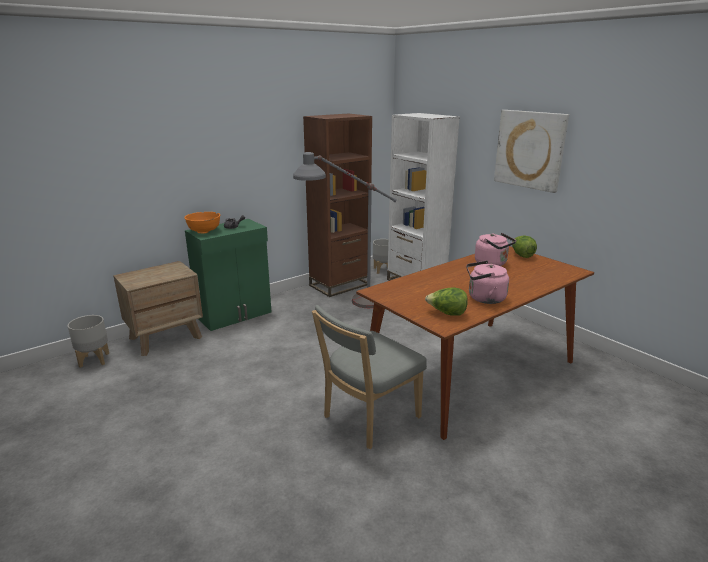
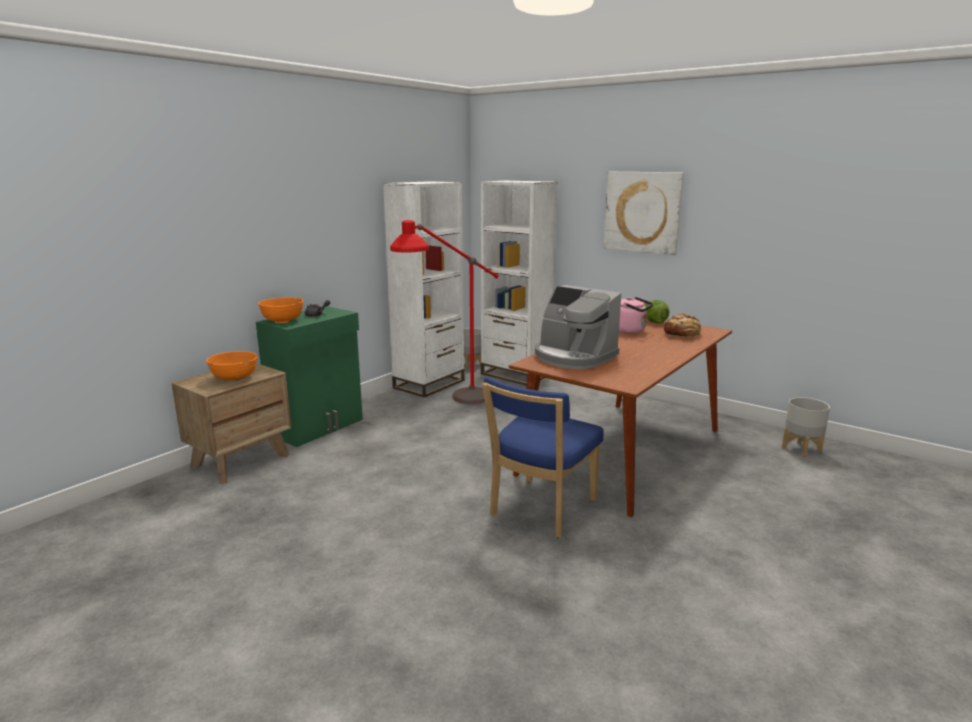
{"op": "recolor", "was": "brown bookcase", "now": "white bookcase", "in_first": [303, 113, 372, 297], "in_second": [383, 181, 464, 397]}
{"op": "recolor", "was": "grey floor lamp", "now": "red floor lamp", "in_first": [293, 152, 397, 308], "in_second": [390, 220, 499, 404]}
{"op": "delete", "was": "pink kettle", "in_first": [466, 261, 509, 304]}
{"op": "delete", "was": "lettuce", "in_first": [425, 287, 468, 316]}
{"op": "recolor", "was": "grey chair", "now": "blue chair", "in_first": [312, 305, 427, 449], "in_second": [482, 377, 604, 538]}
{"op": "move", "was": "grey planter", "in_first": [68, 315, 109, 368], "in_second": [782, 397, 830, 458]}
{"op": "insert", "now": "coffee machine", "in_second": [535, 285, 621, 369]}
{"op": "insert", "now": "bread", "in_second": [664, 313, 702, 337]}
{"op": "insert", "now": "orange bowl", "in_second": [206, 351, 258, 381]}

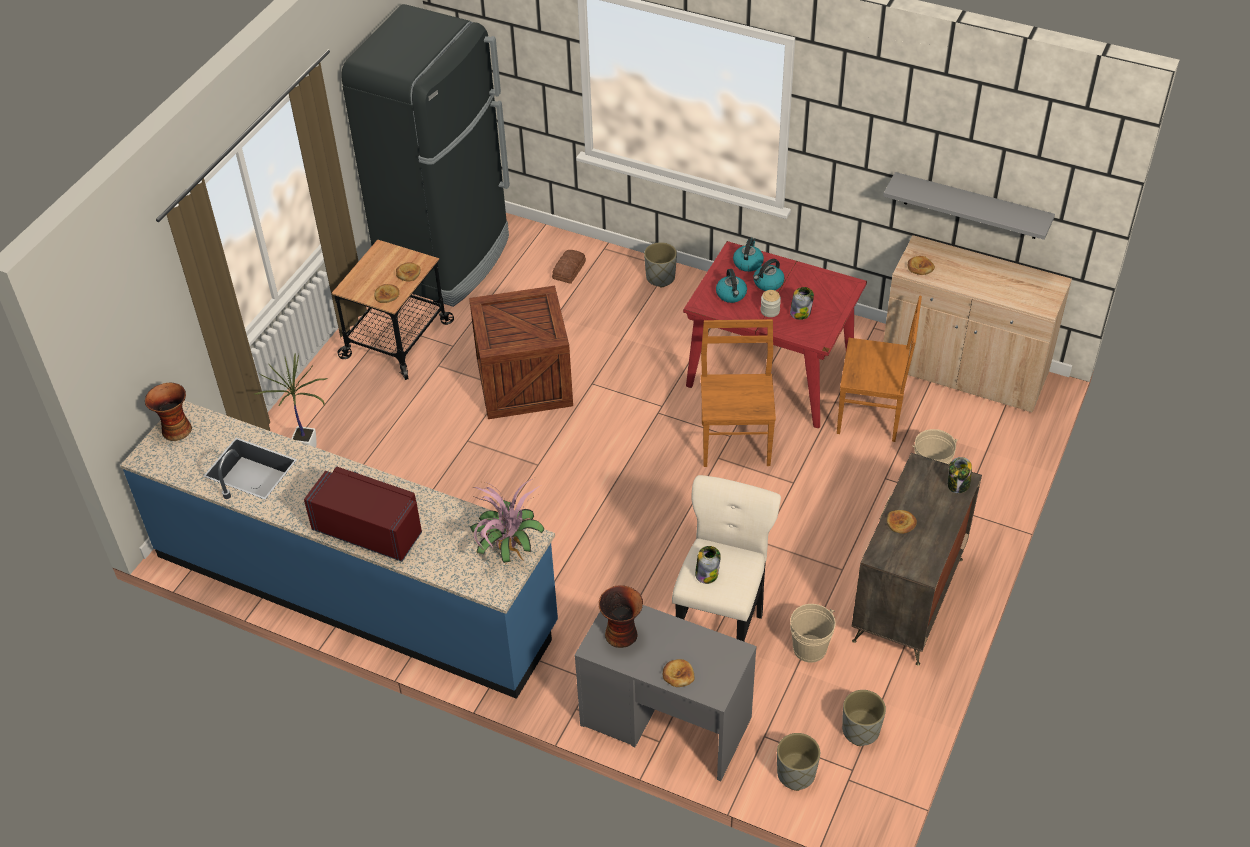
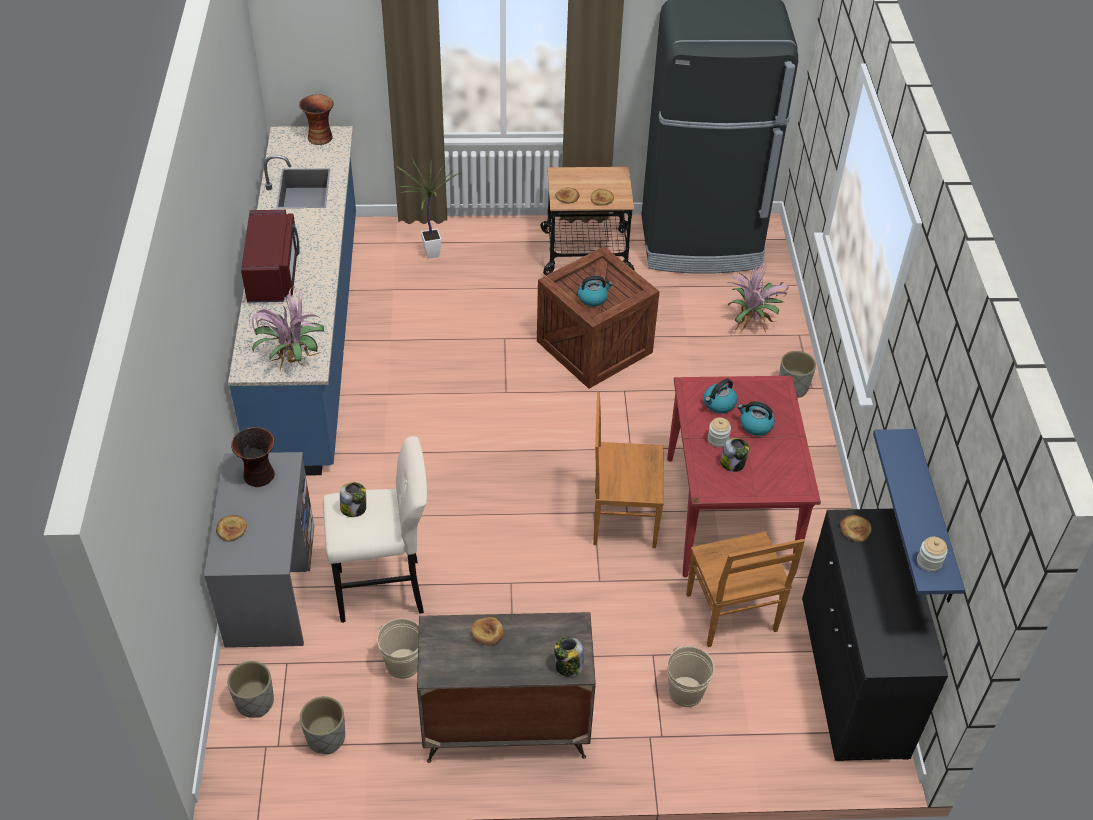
{"op": "recolor", "was": "grey shelf", "now": "blue shelf", "in_first": [883, 172, 1055, 240], "in_second": [873, 429, 965, 602]}
{"op": "recolor", "was": "beige cabinet", "now": "black cabinet", "in_first": [883, 235, 1072, 413], "in_second": [802, 509, 948, 762]}
{"op": "move", "was": "kettle", "in_first": [733, 238, 764, 272], "in_second": [578, 276, 613, 306]}
{"op": "replace", "was": "bread", "now": "potted plant", "in_first": [552, 250, 586, 284], "in_second": [727, 260, 789, 335]}
{"op": "rotate", "was": "brown chair", "in_first": [701, 319, 776, 467], "in_second": [593, 392, 664, 548], "clockwise": -150}
{"op": "insert", "now": "jar", "in_second": [917, 537, 948, 572]}

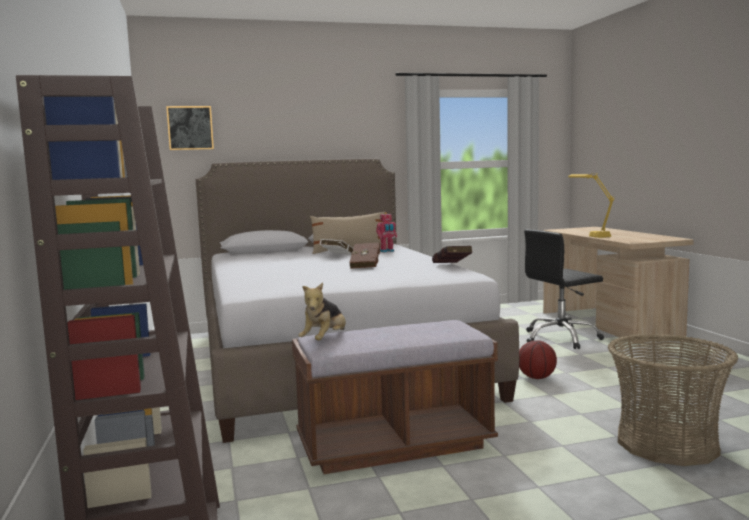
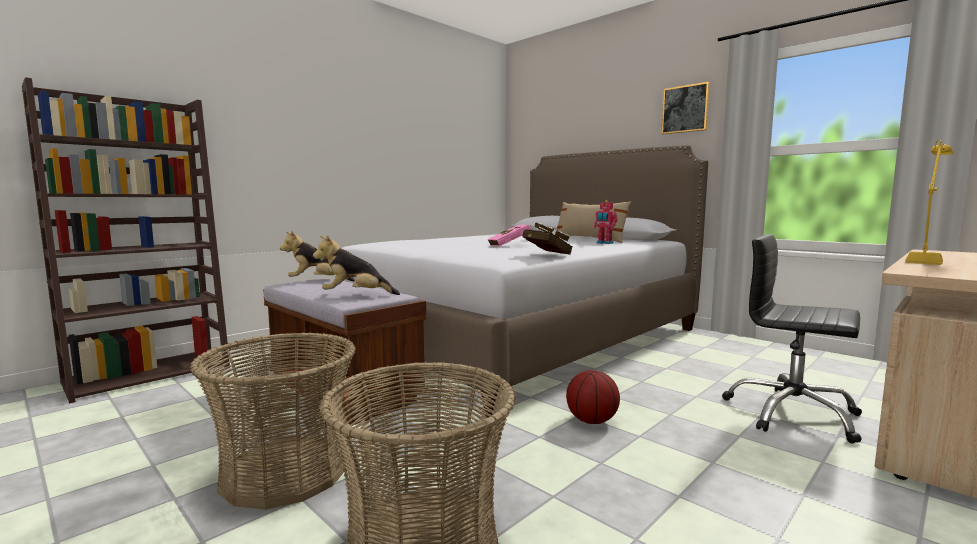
{"op": "move", "was": "picture", "in_first": [166, 106, 214, 150], "in_second": [661, 82, 710, 134]}
{"op": "recolor", "was": "brown book", "now": "pink book", "in_first": [349, 243, 380, 269], "in_second": [488, 225, 532, 246]}
{"op": "insert", "now": "plush toy", "in_second": [313, 235, 400, 295]}
{"op": "insert", "now": "basket", "in_second": [190, 332, 356, 509]}

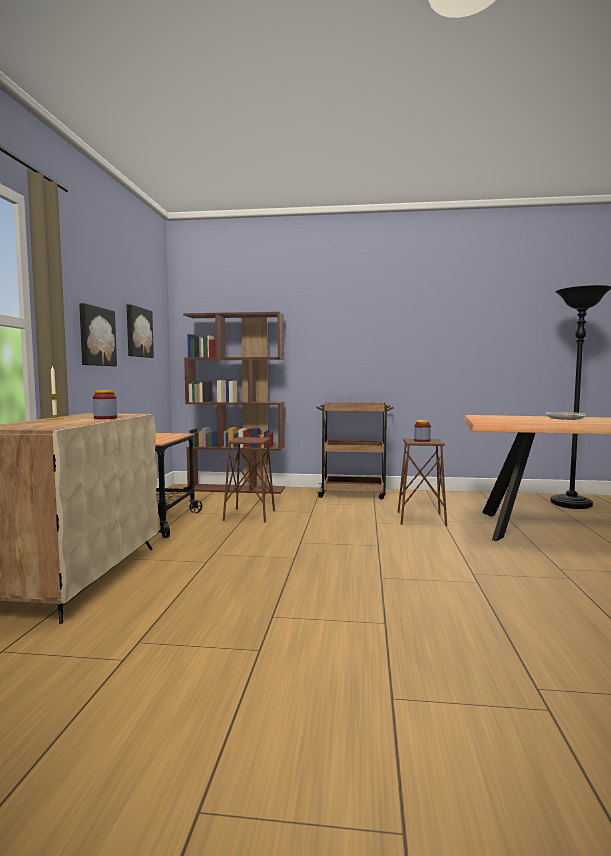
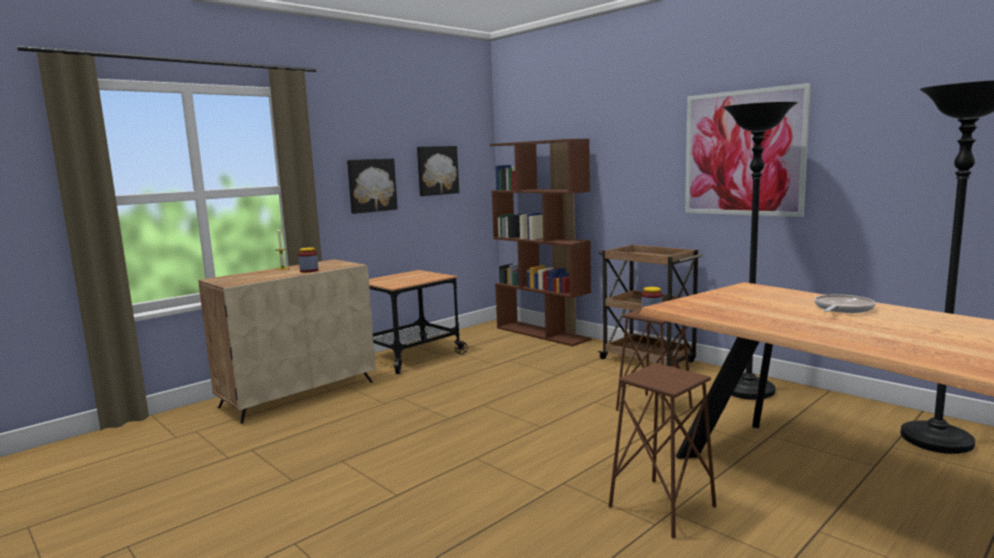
{"op": "move", "was": "brown stool", "in_first": [223, 437, 275, 523], "in_second": [608, 363, 716, 539]}
{"op": "insert", "now": "picture", "in_second": [685, 83, 811, 217]}
{"op": "insert", "now": "black floor lamp", "in_second": [723, 102, 798, 400]}

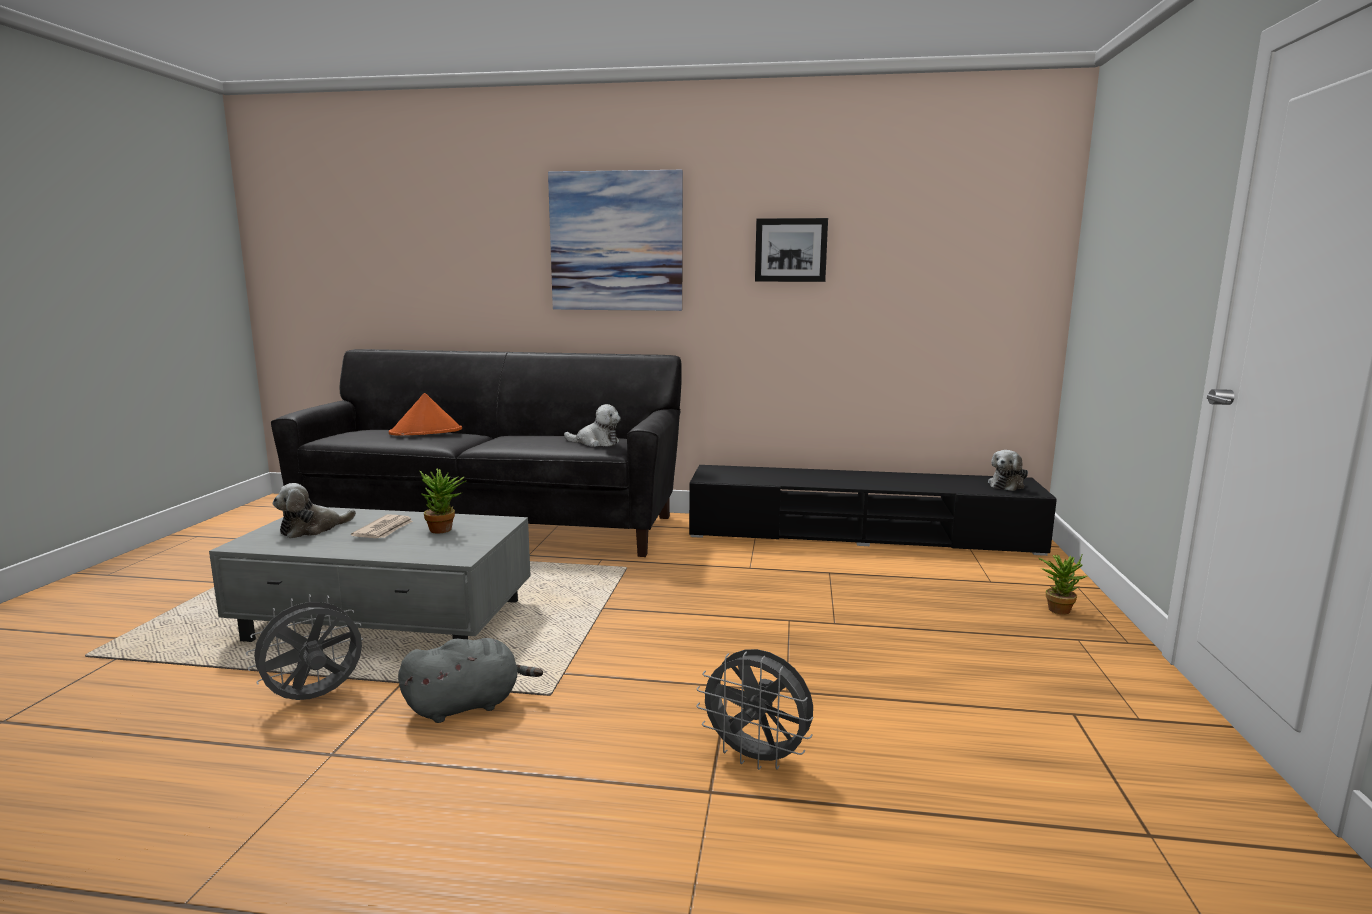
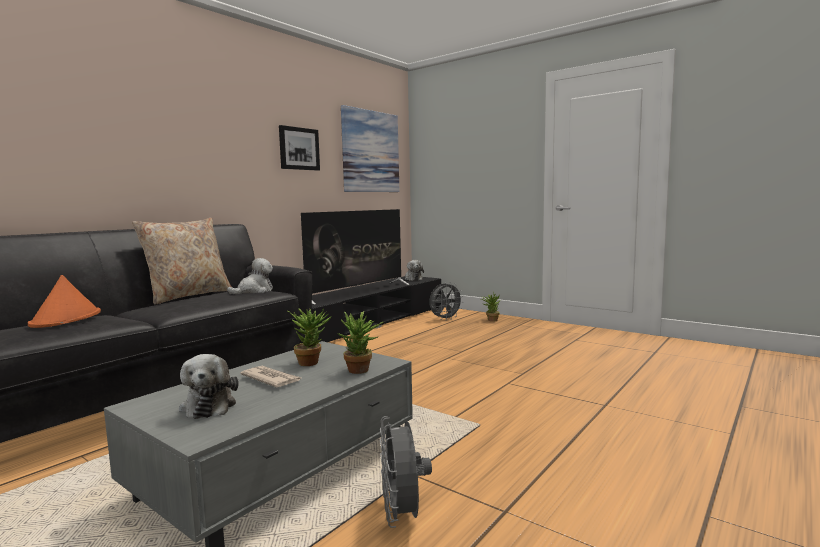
{"op": "move", "was": "picture", "in_first": [548, 170, 683, 311], "in_second": [341, 105, 399, 192]}
{"op": "delete", "was": "grey plush toy", "in_first": [398, 638, 543, 723]}
{"op": "move", "was": "grey fan", "in_first": [696, 649, 814, 770], "in_second": [429, 282, 464, 321]}
{"op": "insert", "now": "television", "in_second": [301, 209, 410, 305]}
{"op": "insert", "now": "beige pillow", "in_second": [132, 218, 231, 305]}
{"op": "insert", "now": "potted plant", "in_second": [337, 311, 384, 374]}

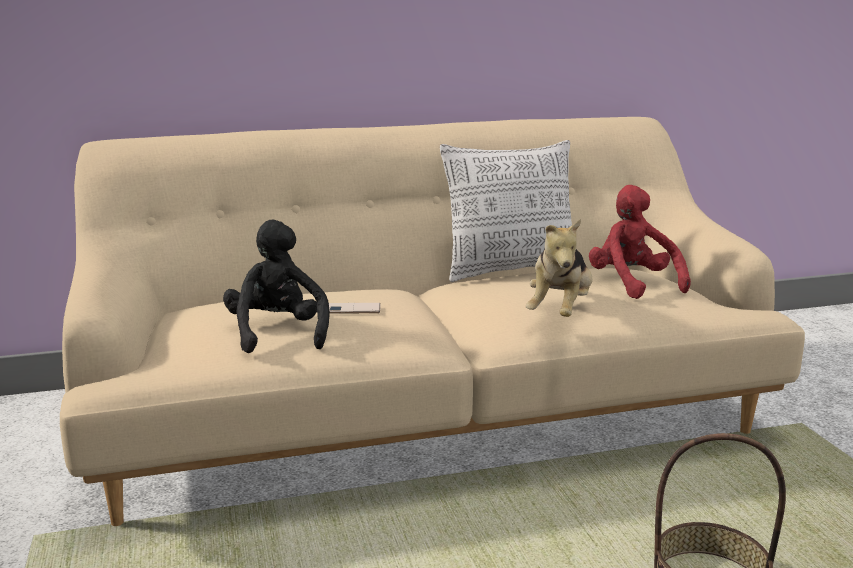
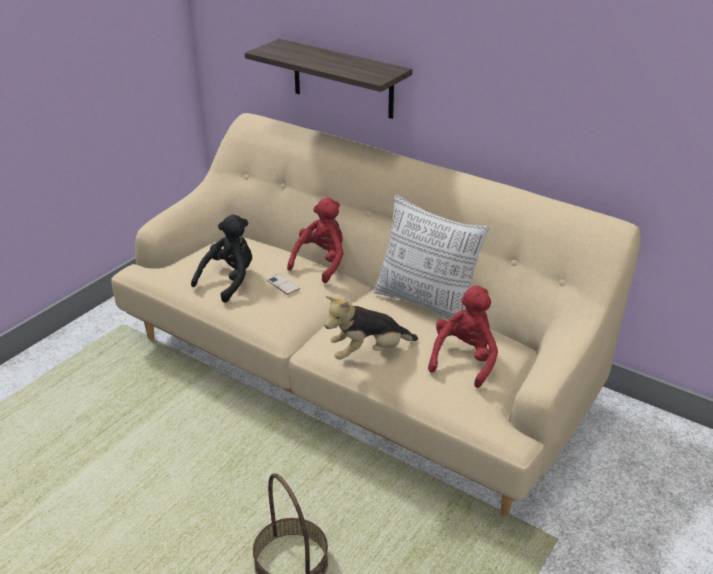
{"op": "insert", "now": "shelf", "in_second": [245, 39, 412, 119]}
{"op": "insert", "now": "red plush toy", "in_second": [287, 197, 344, 283]}

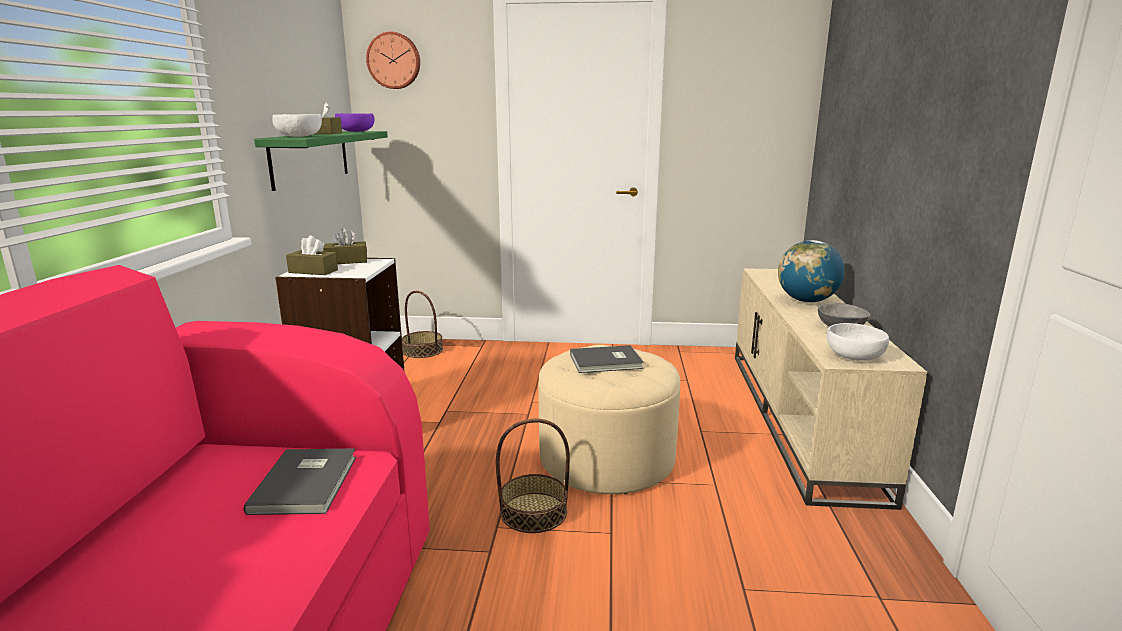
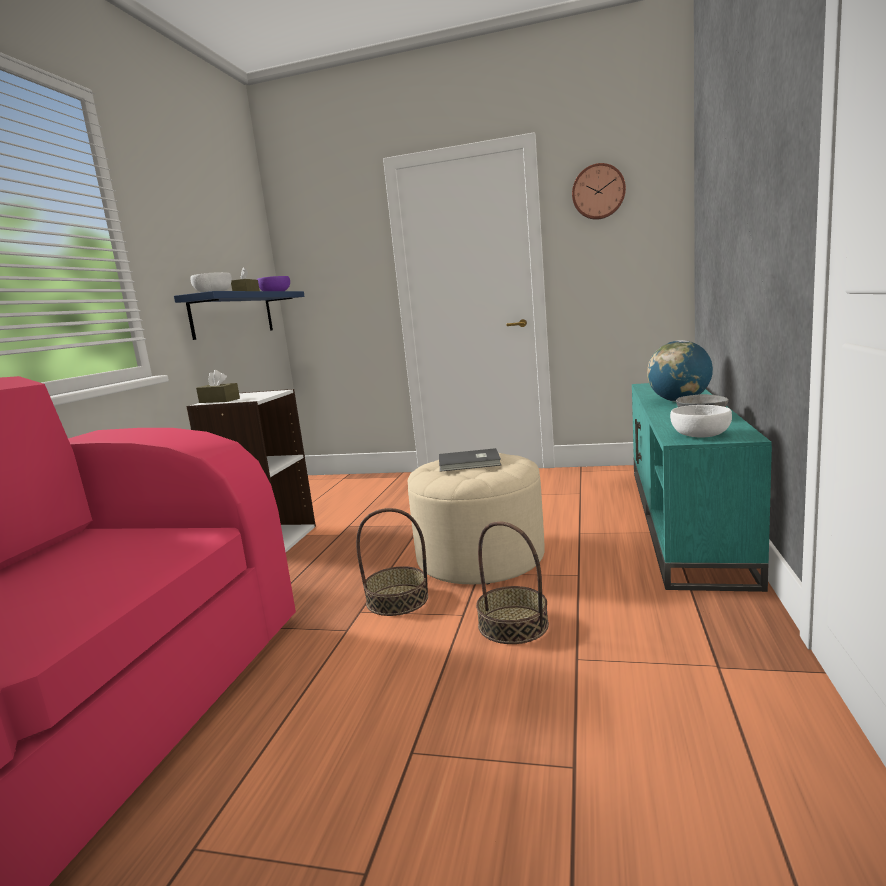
{"op": "move", "was": "wall clock", "in_first": [366, 31, 420, 89], "in_second": [572, 163, 626, 220]}
{"op": "recolor", "was": "green shelf", "now": "blue shelf", "in_first": [254, 131, 388, 191], "in_second": [174, 291, 305, 340]}
{"op": "delete", "was": "brown tissue box", "in_first": [323, 228, 367, 264]}
{"op": "recolor", "was": "beige tv stand", "now": "turquoise tv stand", "in_first": [735, 268, 927, 510], "in_second": [632, 383, 772, 592]}
{"op": "move", "was": "basket", "in_first": [402, 291, 443, 358], "in_second": [476, 521, 549, 644]}
{"op": "delete", "was": "grey book", "in_first": [244, 448, 356, 515]}

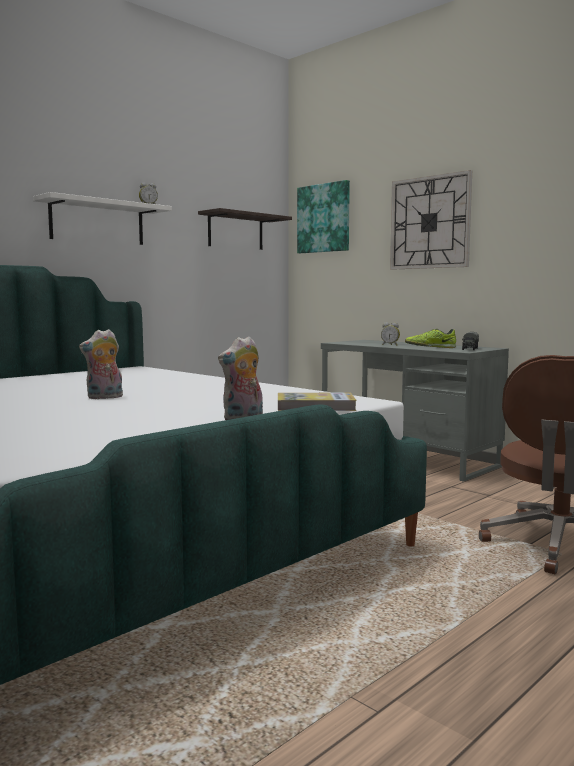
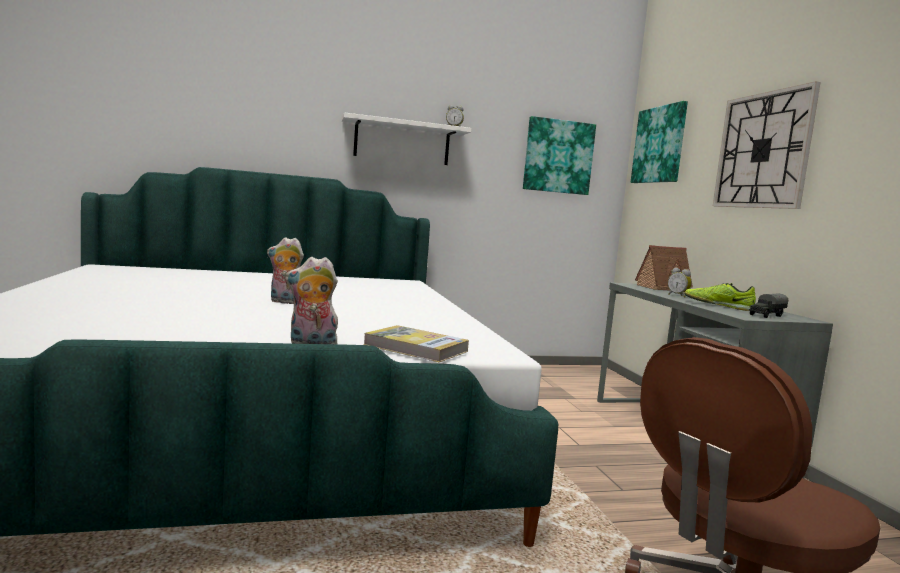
{"op": "replace", "was": "shelf", "now": "picture", "in_first": [198, 208, 292, 250], "in_second": [523, 116, 596, 195]}
{"op": "insert", "now": "toy house", "in_second": [635, 245, 693, 290]}

